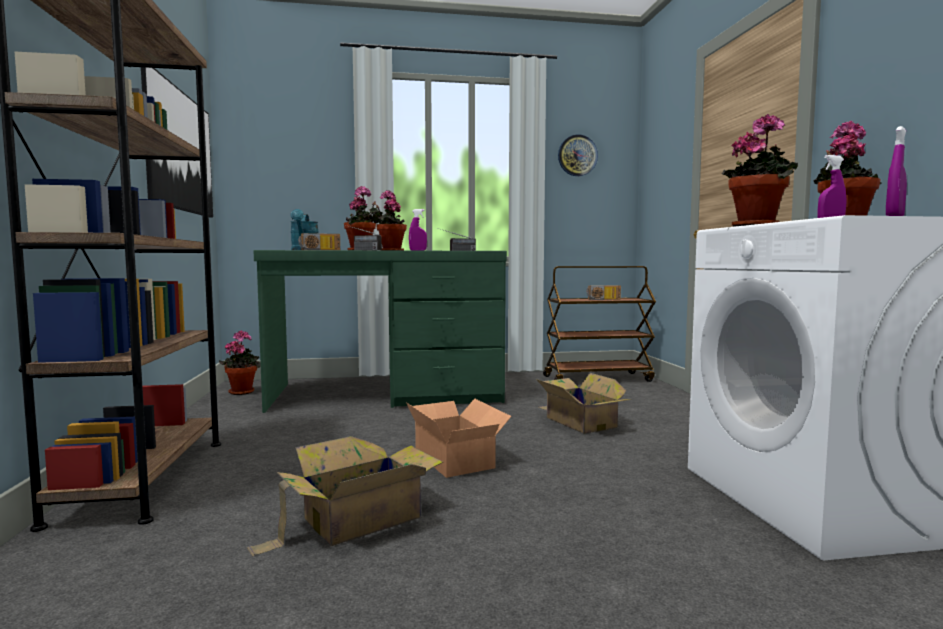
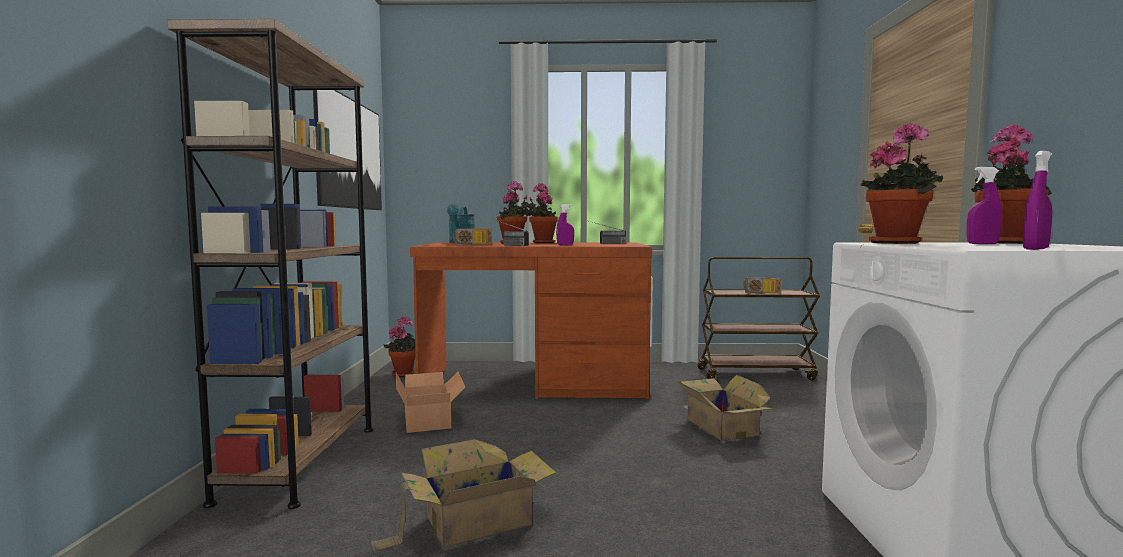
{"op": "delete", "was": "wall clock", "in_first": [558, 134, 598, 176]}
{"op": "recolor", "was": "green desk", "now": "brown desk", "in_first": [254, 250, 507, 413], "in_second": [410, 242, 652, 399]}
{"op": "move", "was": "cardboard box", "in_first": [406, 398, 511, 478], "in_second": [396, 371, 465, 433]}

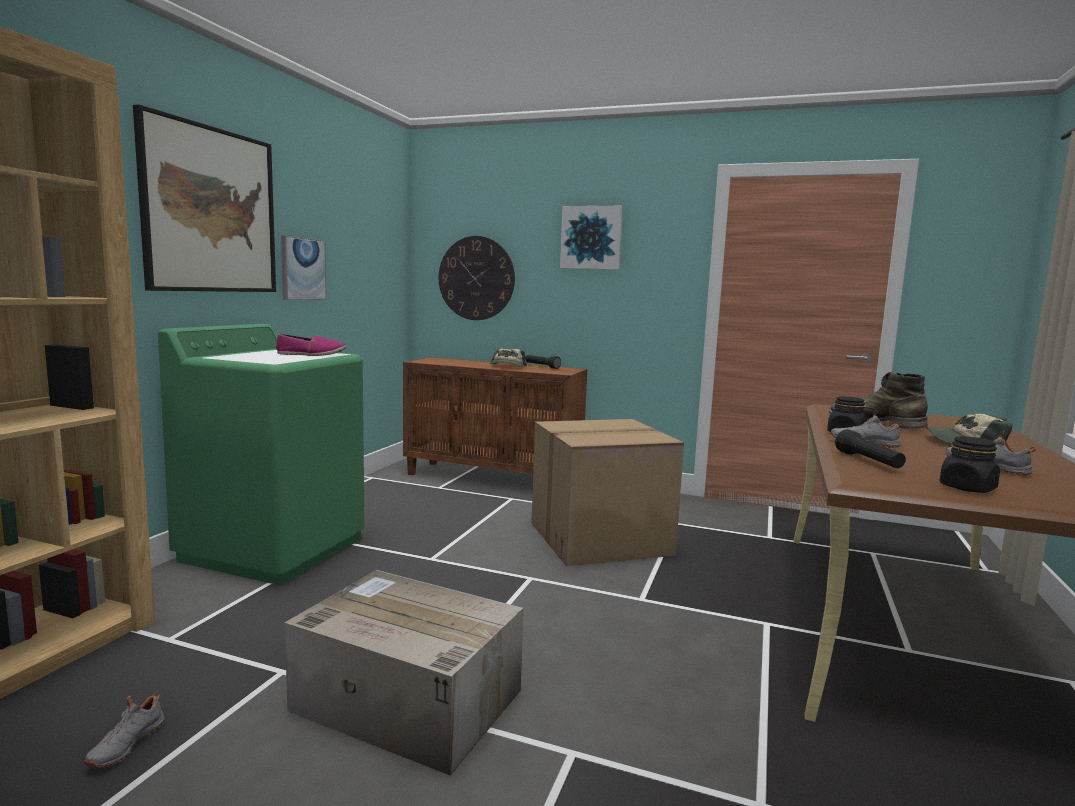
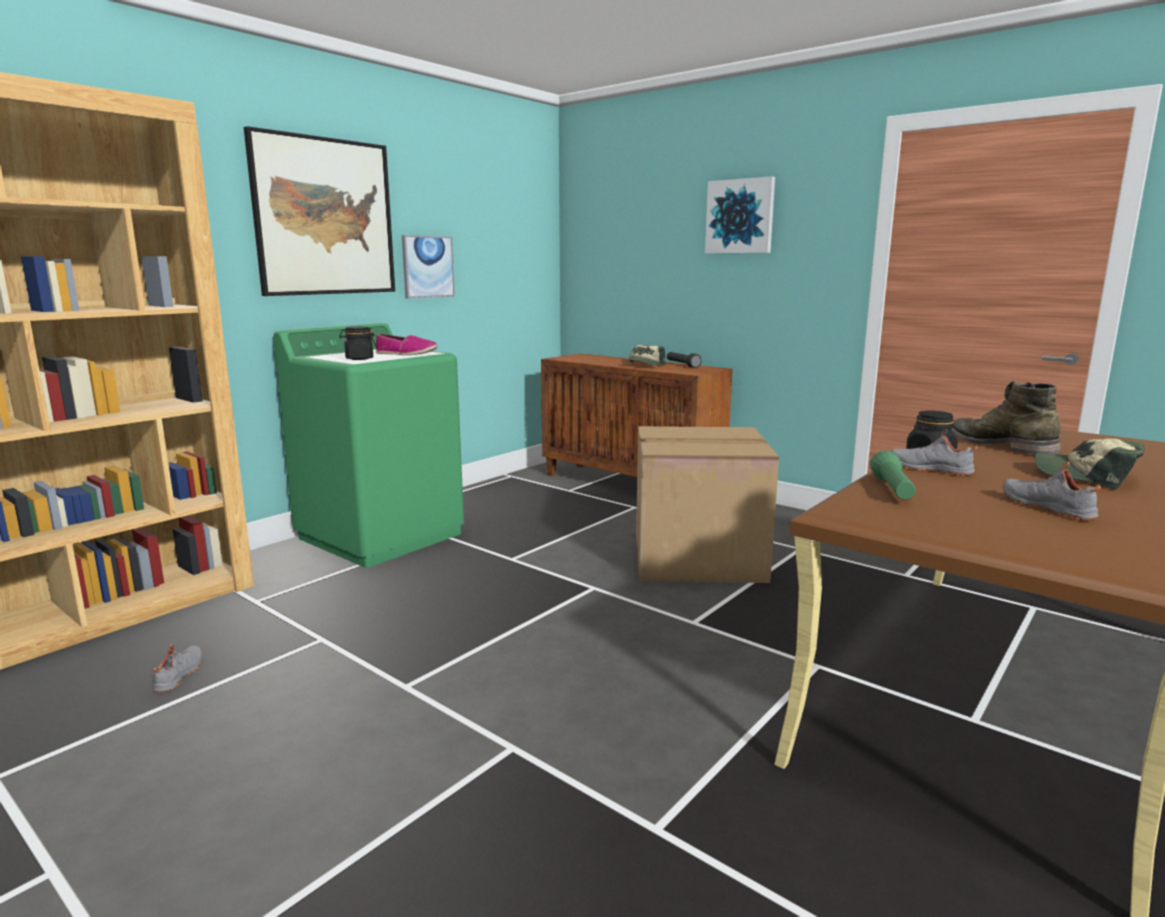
{"op": "delete", "was": "wall clock", "in_first": [439, 236, 515, 320]}
{"op": "recolor", "was": "black flashlight", "now": "green flashlight", "in_first": [835, 429, 906, 468], "in_second": [870, 451, 916, 500]}
{"op": "move", "was": "black jar", "in_first": [939, 436, 1000, 493], "in_second": [339, 326, 376, 360]}
{"op": "delete", "was": "cardboard box", "in_first": [285, 570, 523, 776]}
{"op": "rotate", "was": "grey shoe", "in_first": [84, 690, 164, 768], "in_second": [153, 644, 202, 692], "clockwise": 150}

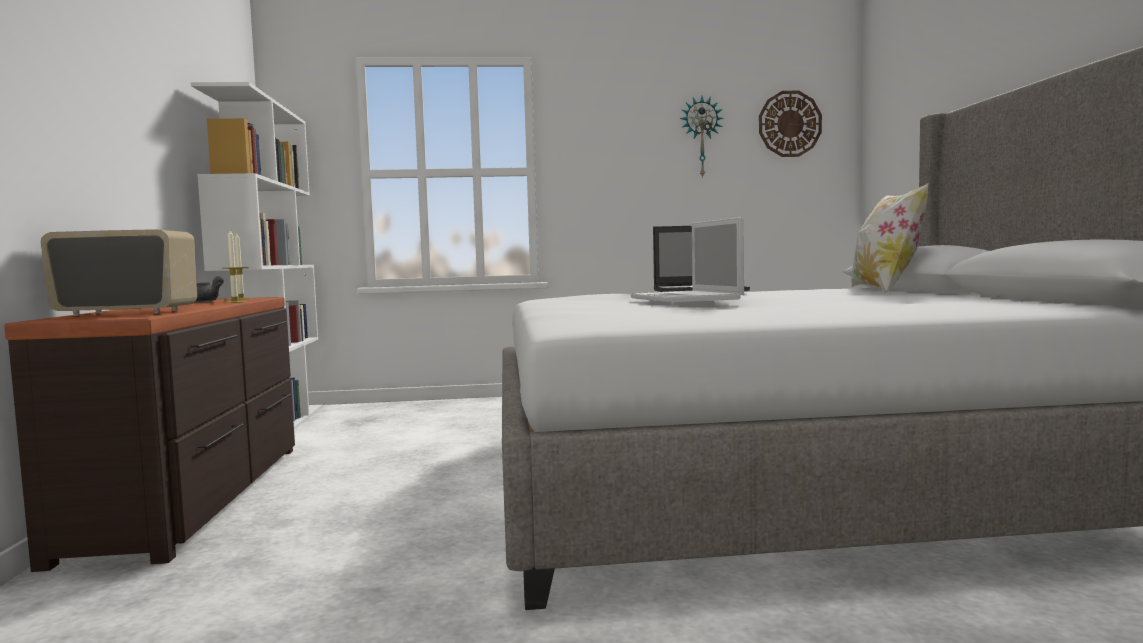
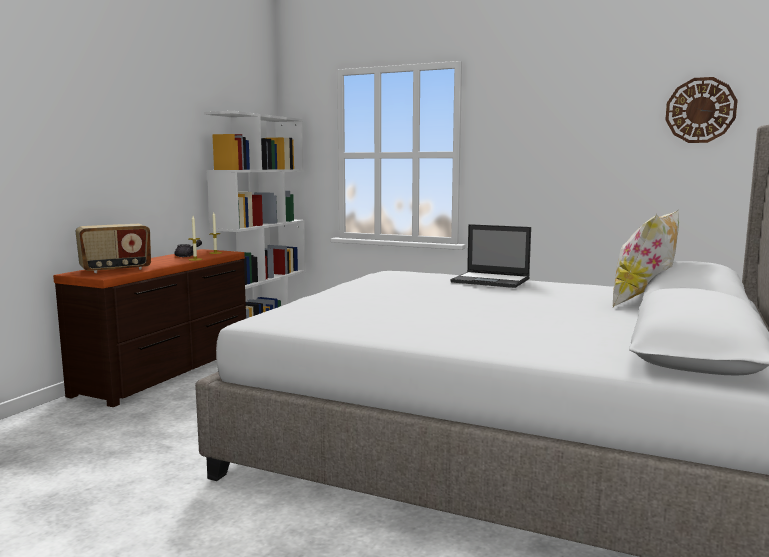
{"op": "delete", "was": "wall clock", "in_first": [680, 96, 724, 178]}
{"op": "delete", "was": "laptop", "in_first": [630, 217, 744, 303]}
{"op": "rotate", "was": "radio", "in_first": [41, 229, 197, 316], "in_second": [76, 224, 151, 273], "clockwise": 120}

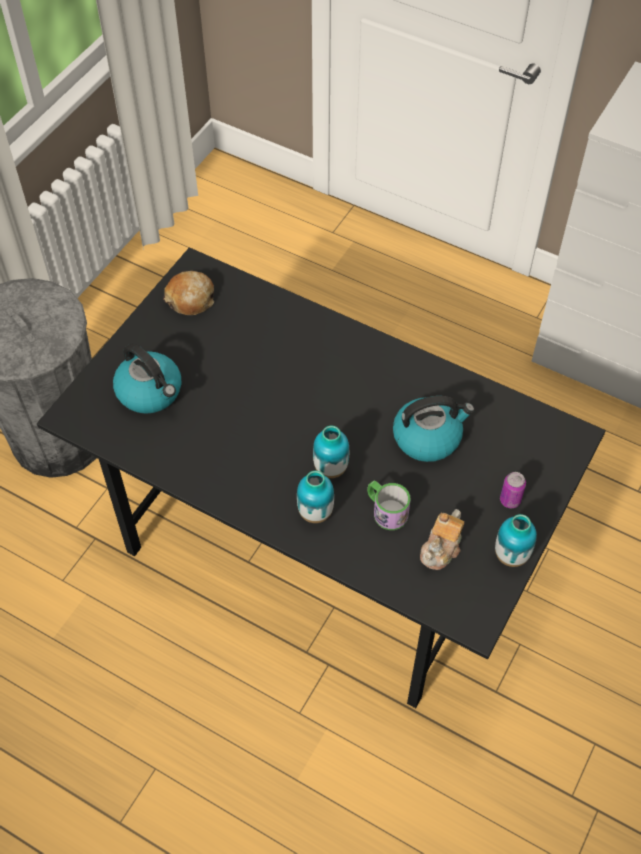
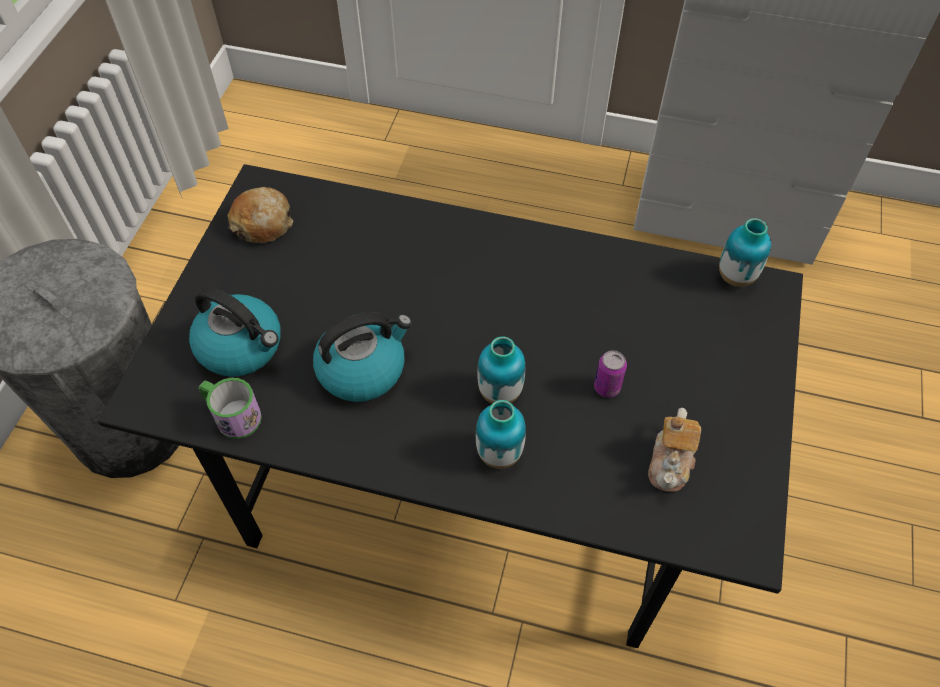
{"op": "move", "was": "kettle", "in_first": [393, 396, 475, 462], "in_second": [313, 312, 412, 402]}
{"op": "move", "was": "can", "in_first": [500, 472, 526, 508], "in_second": [594, 350, 627, 397]}
{"op": "move", "was": "mug", "in_first": [367, 481, 410, 530], "in_second": [199, 378, 262, 439]}
{"op": "move", "was": "vase", "in_first": [495, 514, 537, 567], "in_second": [719, 218, 771, 287]}

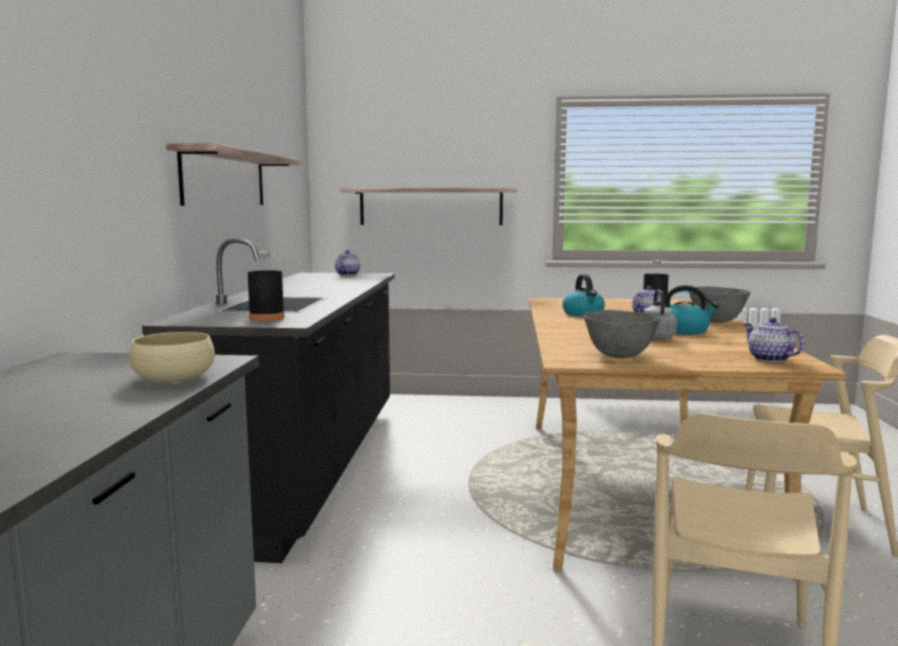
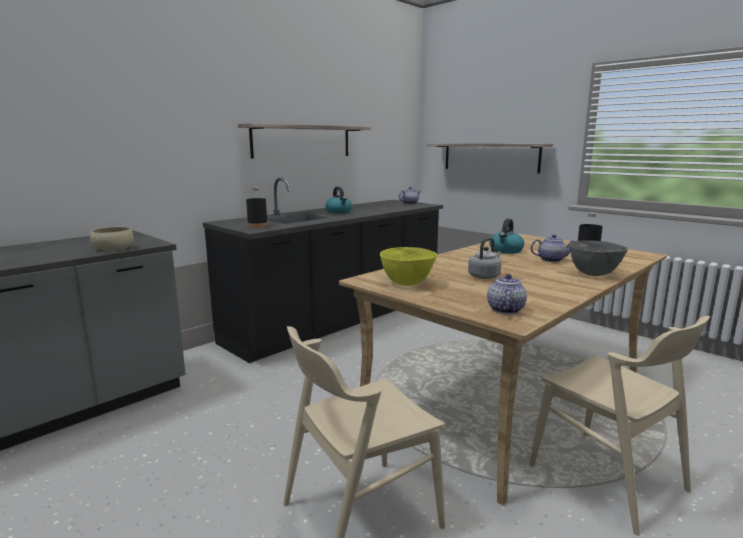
{"op": "move", "was": "kettle", "in_first": [665, 285, 719, 335], "in_second": [325, 186, 352, 214]}
{"op": "recolor", "was": "grey bowl", "now": "yellow bowl", "in_first": [584, 310, 661, 358], "in_second": [380, 247, 437, 286]}

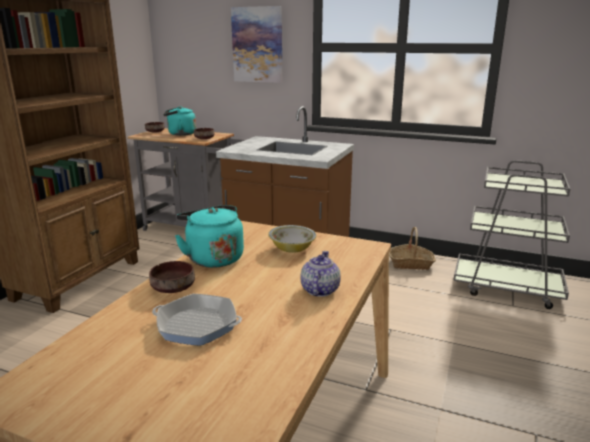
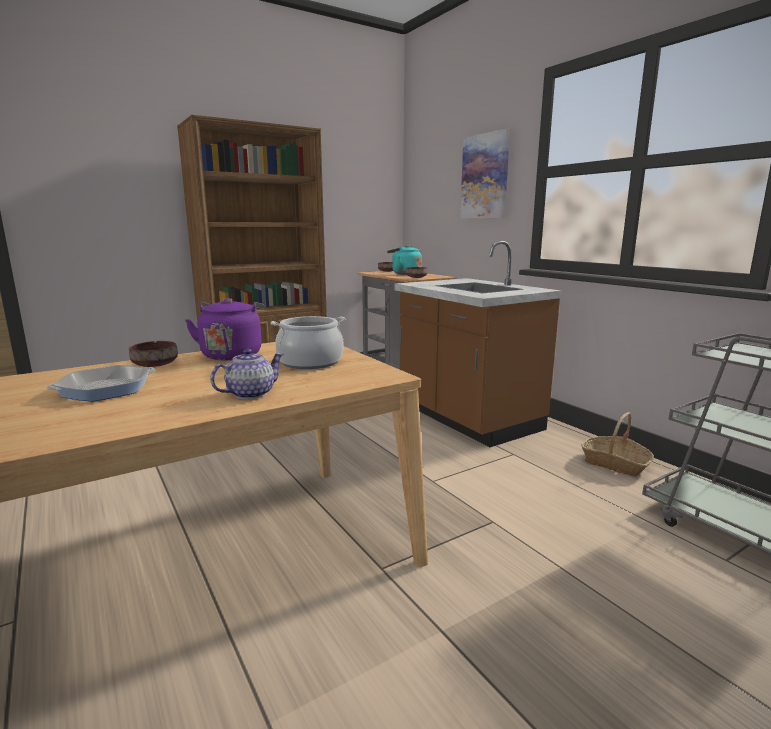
{"op": "recolor", "was": "turquoise kettle", "now": "purple kettle", "in_first": [175, 205, 244, 268], "in_second": [185, 298, 264, 361]}
{"op": "replace", "was": "bowl", "now": "cooking pot", "in_first": [268, 225, 316, 253], "in_second": [271, 316, 345, 369]}
{"op": "rotate", "was": "frying pan", "in_first": [152, 294, 242, 346], "in_second": [47, 365, 156, 402], "clockwise": 90}

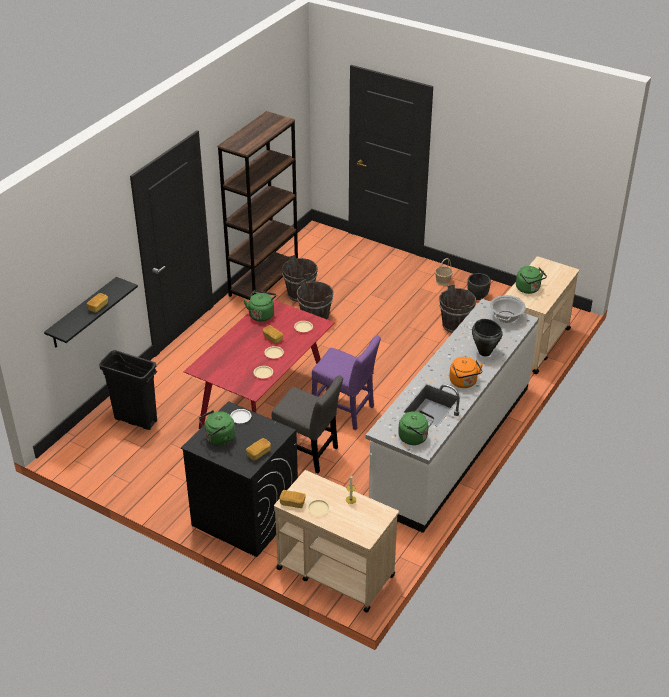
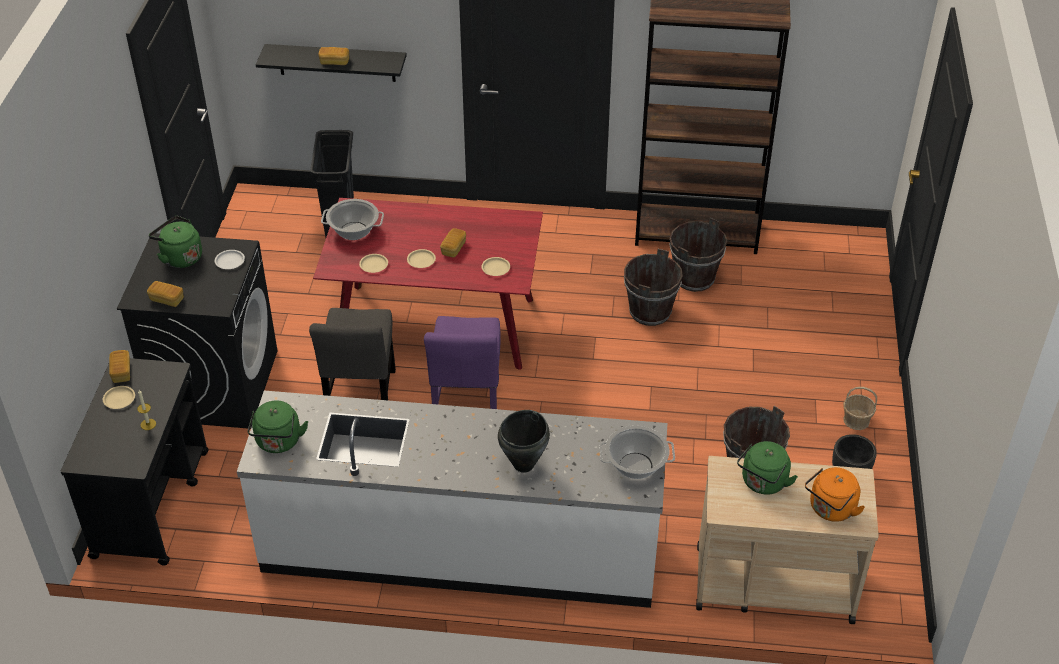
{"op": "delete", "was": "green kettle", "in_first": [243, 290, 276, 321]}
{"op": "move", "was": "orange kettle", "in_first": [449, 357, 483, 388], "in_second": [805, 467, 865, 522]}
{"op": "recolor", "was": "beige cart", "now": "black cart", "in_first": [274, 470, 399, 612], "in_second": [61, 358, 209, 566]}
{"op": "insert", "now": "cooking pot", "in_second": [321, 199, 384, 240]}

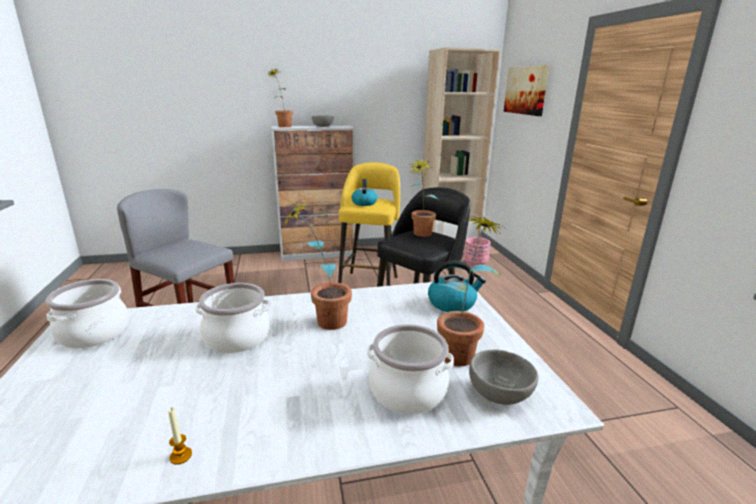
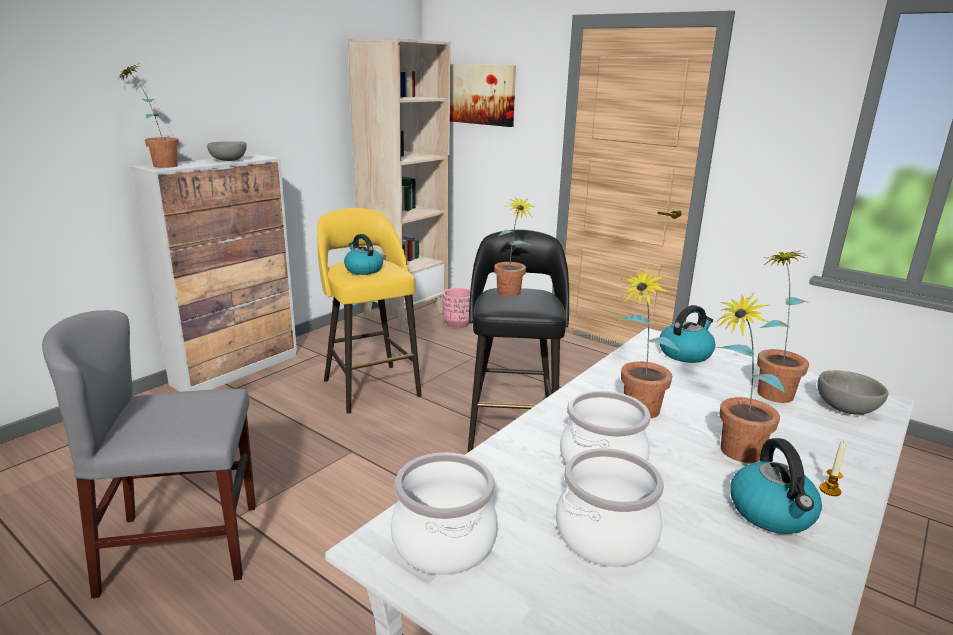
{"op": "move", "was": "cooking pot", "in_first": [367, 324, 454, 414], "in_second": [556, 448, 664, 567]}
{"op": "move", "was": "candle", "in_first": [168, 407, 192, 465], "in_second": [819, 441, 846, 496]}
{"op": "insert", "now": "potted plant", "in_second": [716, 292, 786, 463]}
{"op": "insert", "now": "kettle", "in_second": [730, 438, 822, 534]}

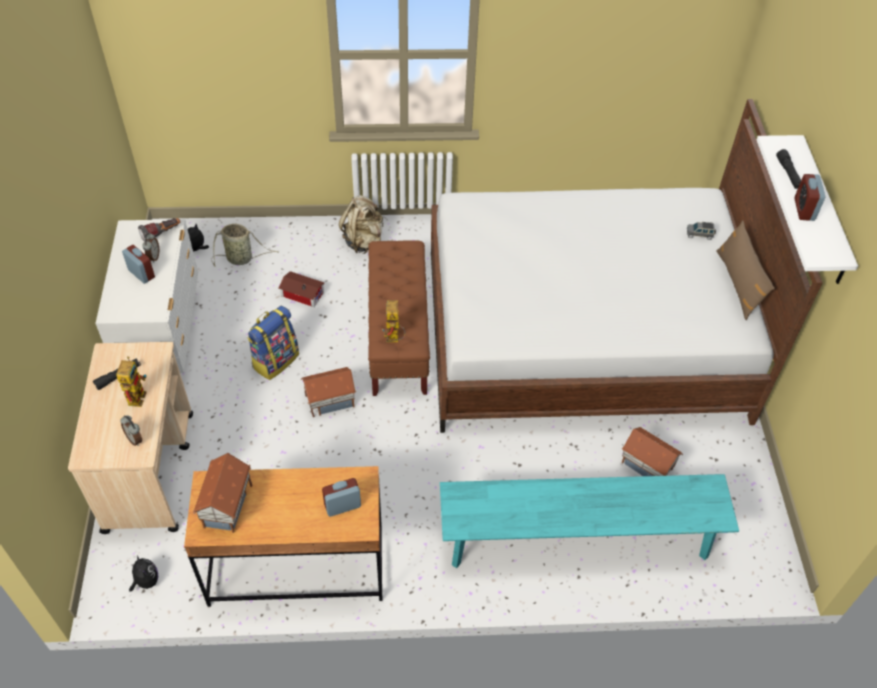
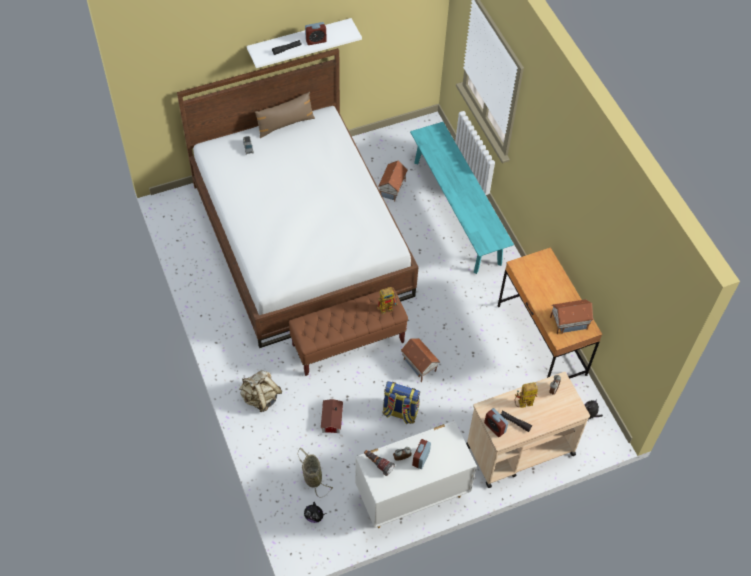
{"op": "move", "was": "alarm clock", "in_first": [322, 478, 361, 517], "in_second": [484, 408, 508, 437]}

